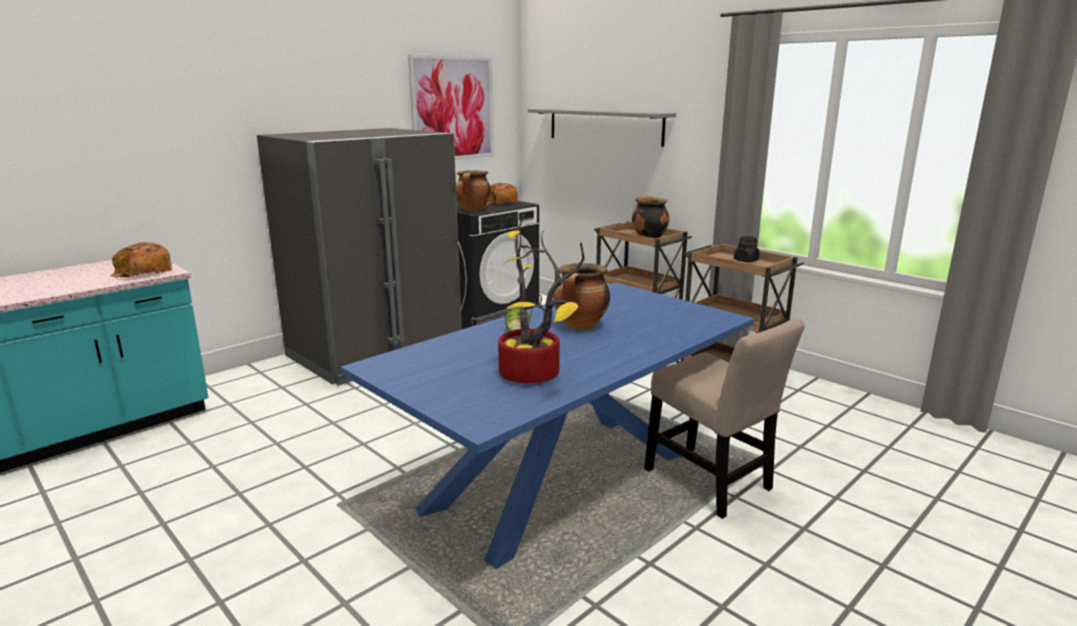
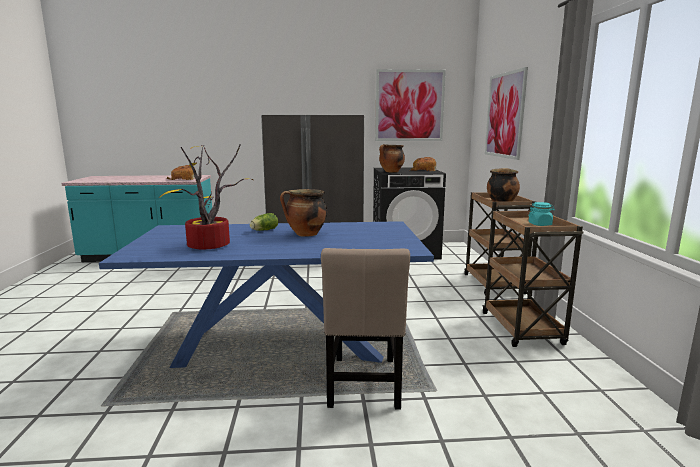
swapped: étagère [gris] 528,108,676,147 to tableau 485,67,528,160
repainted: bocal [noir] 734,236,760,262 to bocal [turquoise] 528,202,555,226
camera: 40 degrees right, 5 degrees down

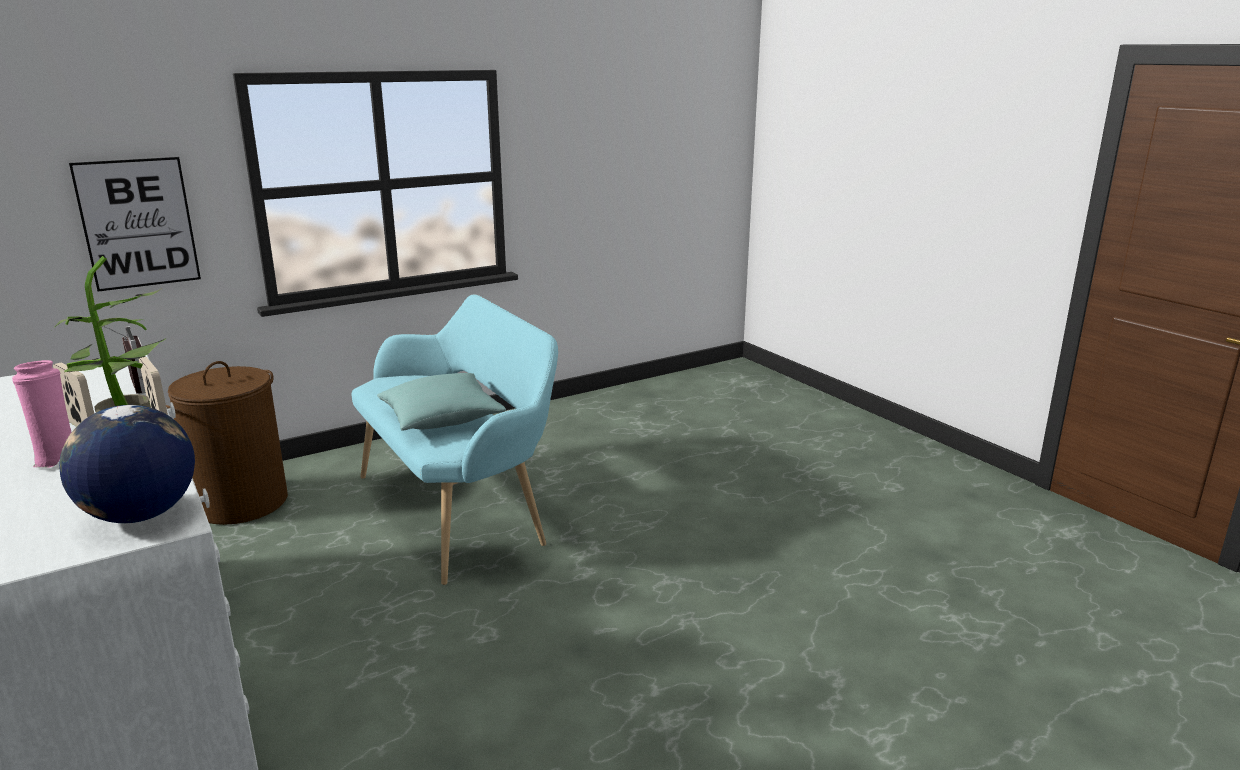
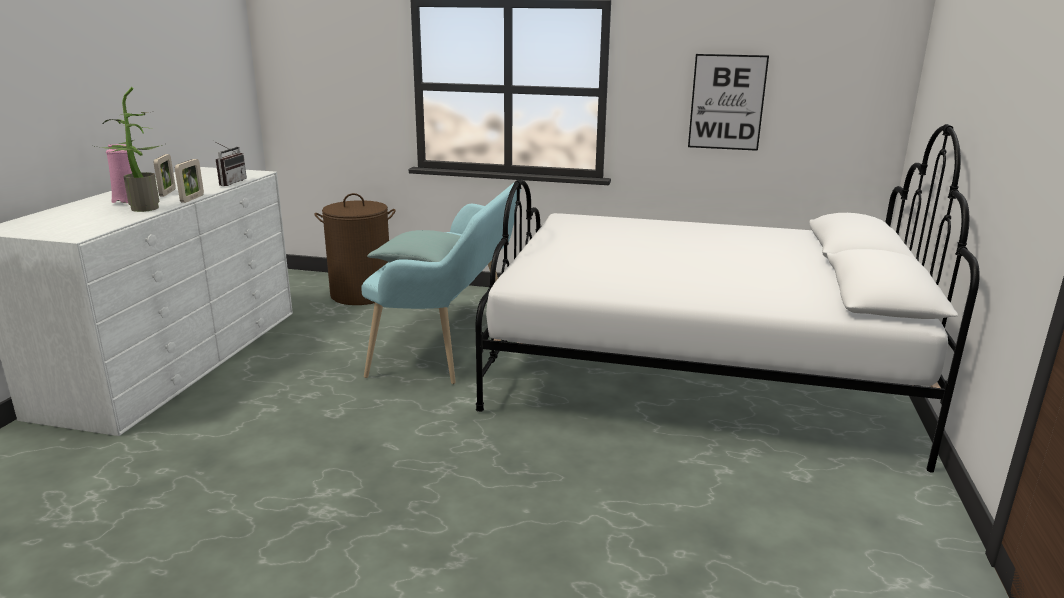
gone: globe 59,405,195,523
new: lit [blanc] 476,124,980,473
shifted: tableau 69,157,201,291 to 688,54,769,151
camera: 45 degrees right, 0 degrees up

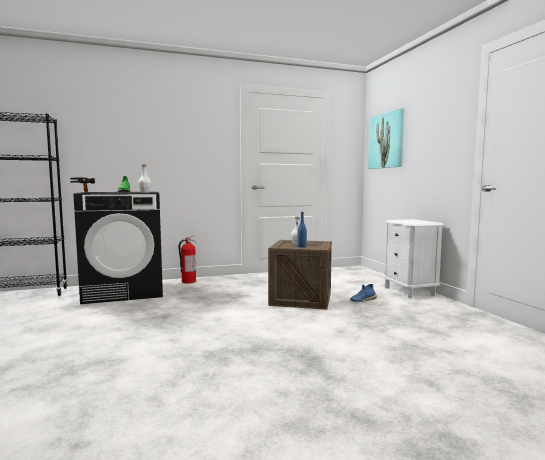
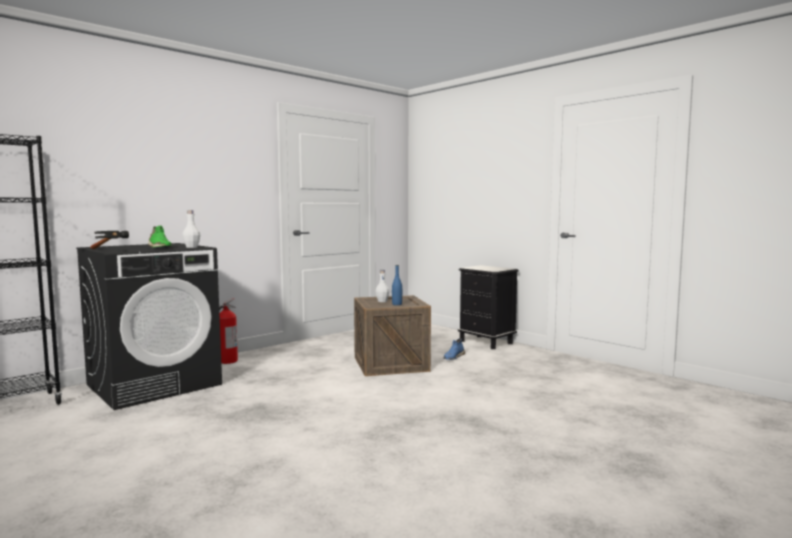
gone: tableau 368,108,404,169
repainted: table de chevet [blanc] 383,219,444,298 to table de chevet [noir] 458,265,519,349
camera: 25 degrees left, 0 degrees up

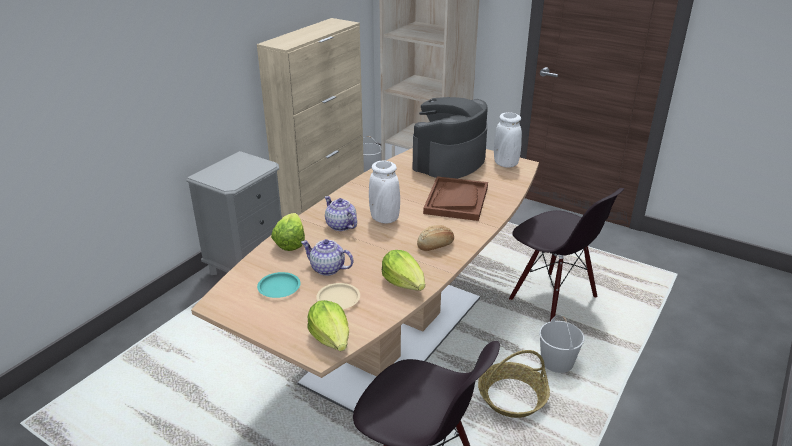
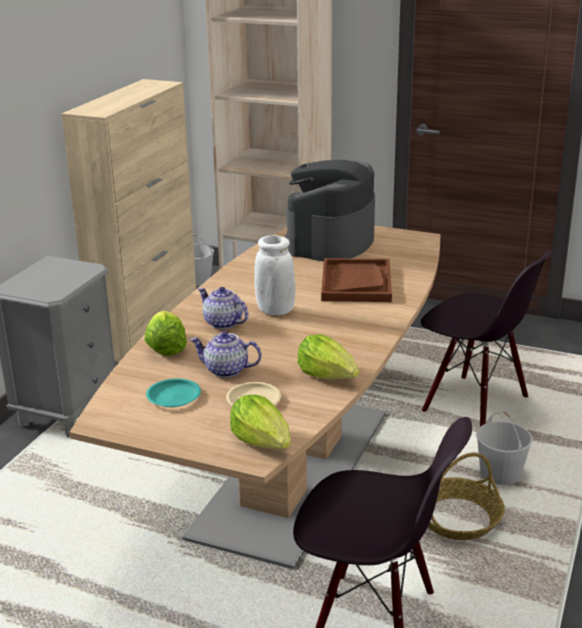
gone: pain 417,225,454,251; vase [blanc] 494,112,522,168
camera: 10 degrees left, 5 degrees down

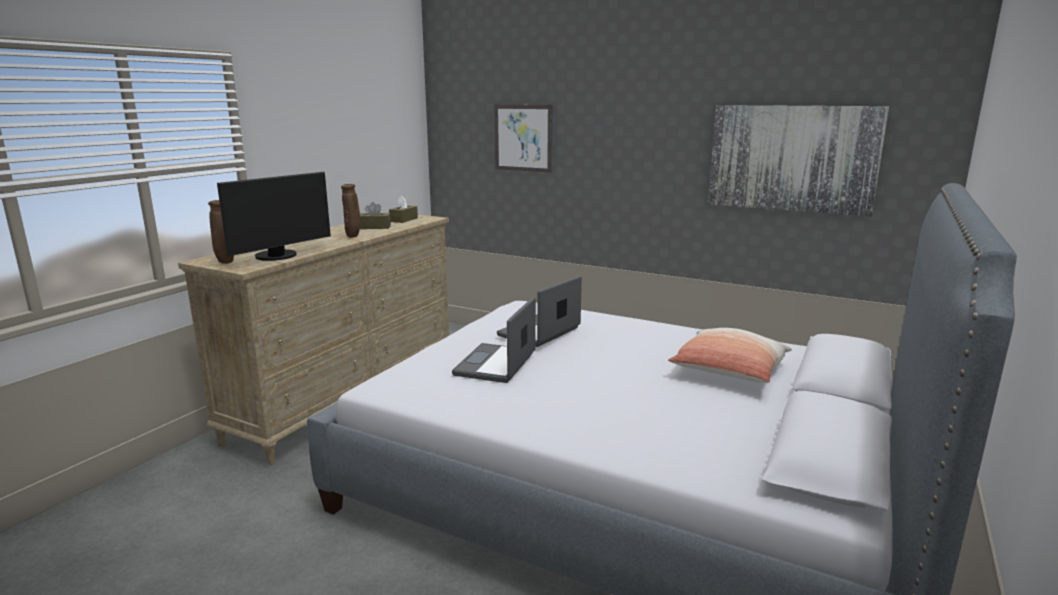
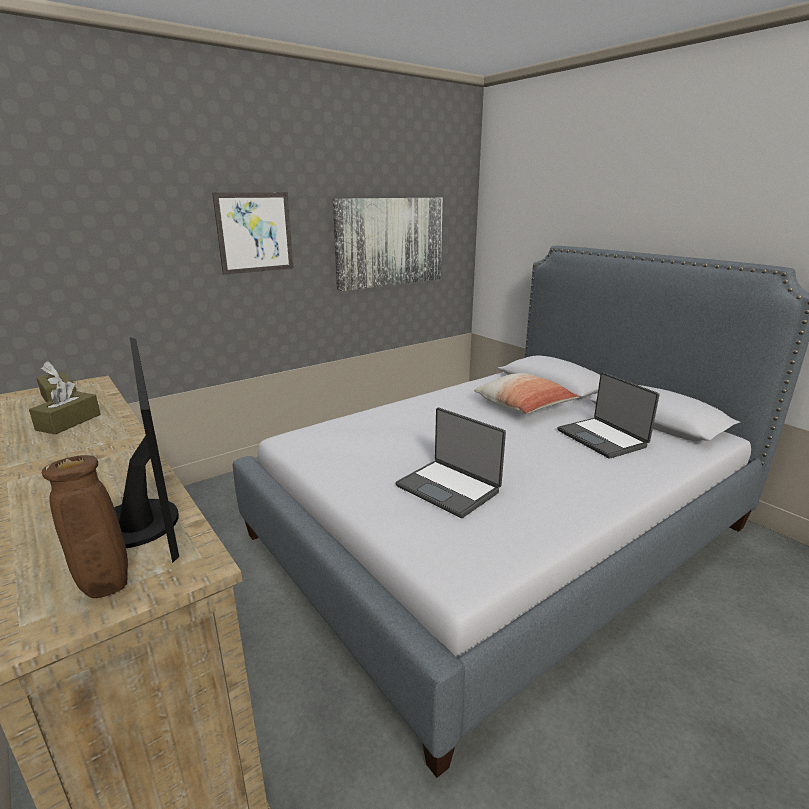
gone: vase [marron] 341,184,360,238
shifted: tableau 494,104,553,172 to 212,192,294,275; ordinateur portable 497,276,582,347 to 558,372,659,459
camera: 65 degrees left, 5 degrees up

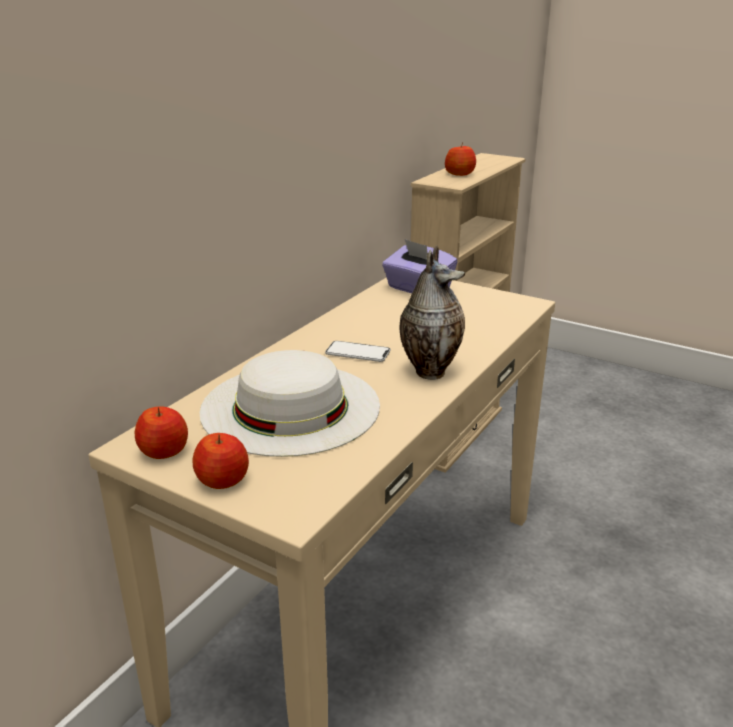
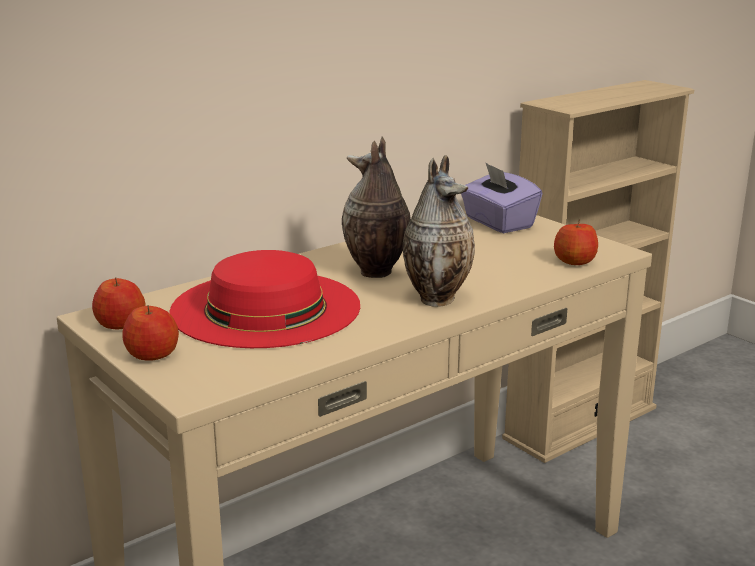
shifted: pomme 445,142,476,176 to 554,219,598,265
swapped: téléphone 325,341,391,362 to vase 342,136,410,278
repainted: chapeau [blanc] 200,350,380,457 to chapeau [rouge] 170,250,360,348
camera: 20 degrees right, 5 degrees down

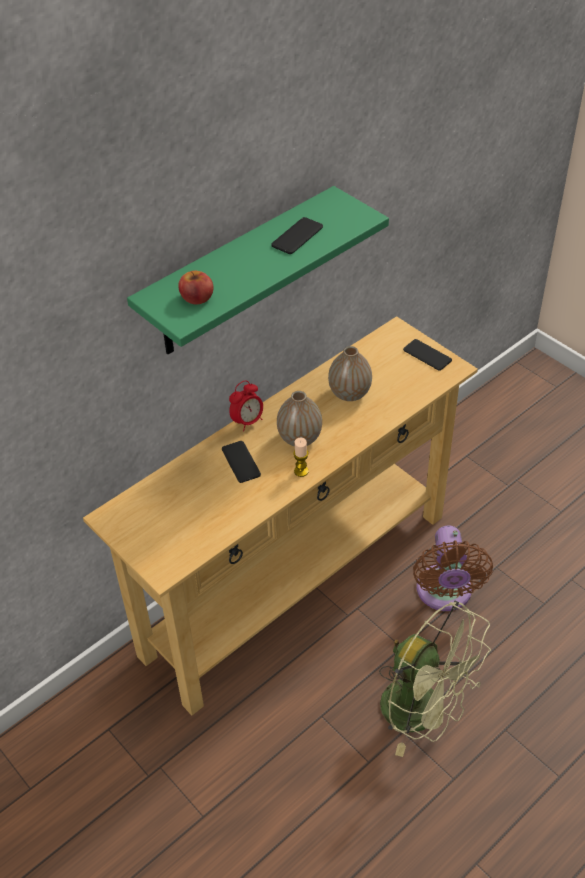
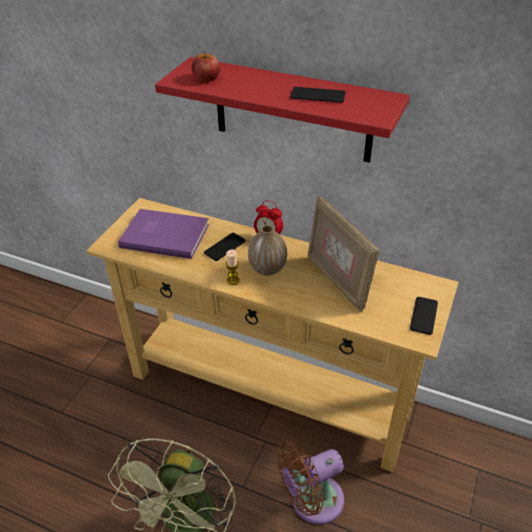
new: livre [violet] 118,209,209,259
swapped: vase 328,346,372,401 to cadre photo 308,196,379,312
repainted: étagère [vert] 127,186,389,354 to étagère [rouge] 155,57,410,163
camera: 65 degrees right, 5 degrees down

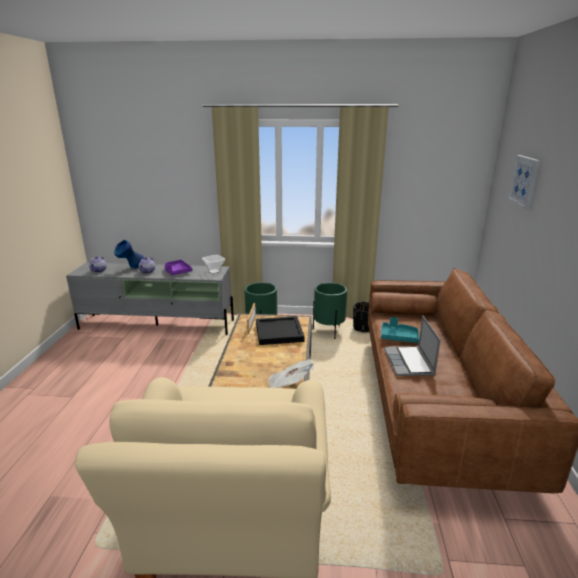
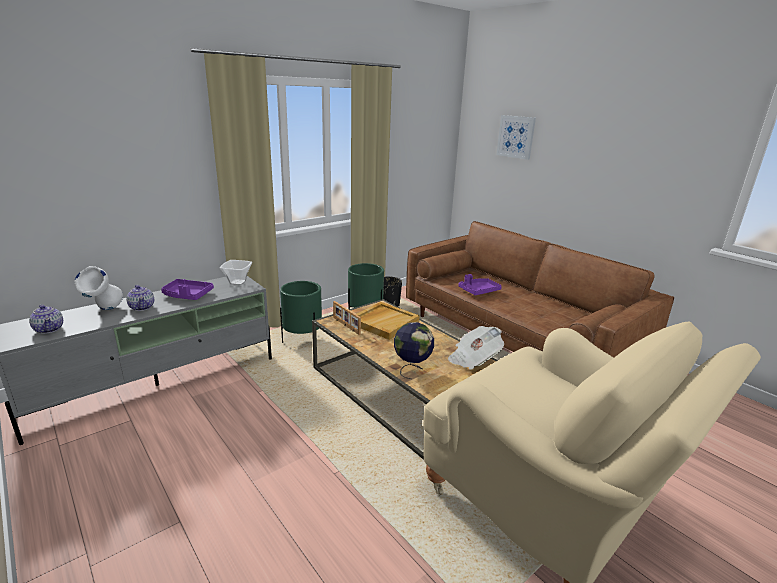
gone: ordinateur portable 384,315,441,376
new: globe 394,322,434,379
repainted: vase [bleu] 114,240,144,269 to vase [blanc] 75,266,123,310; plateau [noir] 256,316,305,345 to plateau [beige] 356,302,420,340; plateau [turquoise] 381,317,419,343 to plateau [violet] 458,274,502,295
camera: 45 degrees left, 0 degrees up

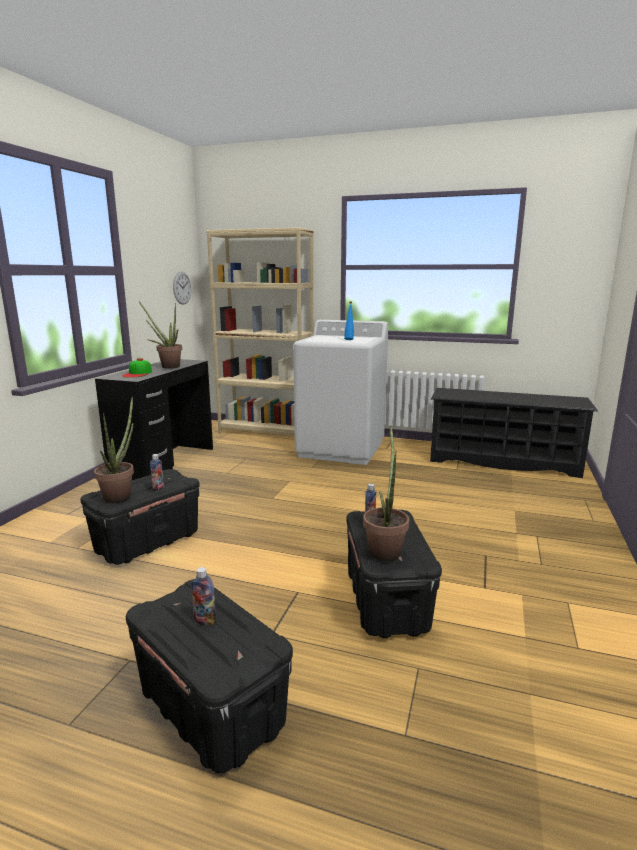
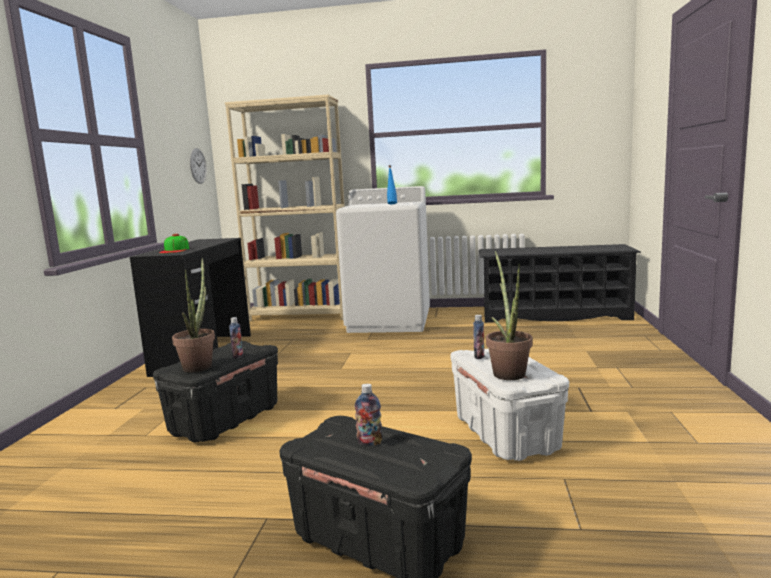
gone: plante en pot 139,302,182,369
repainted: boîte de rangement [noir] 346,510,442,638 to boîte de rangement [blanc] 450,348,569,461
camera: 10 degrees left, 5 degrees down

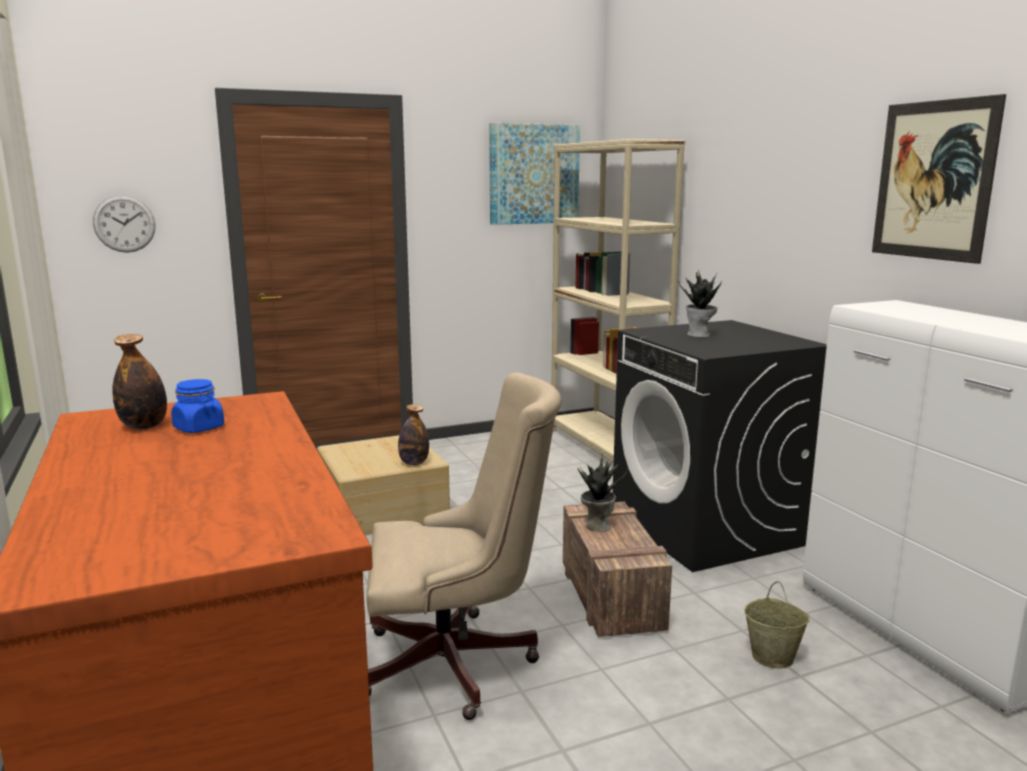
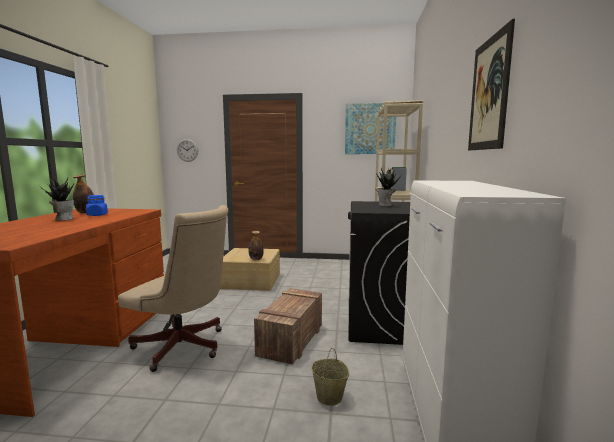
shifted: plante en pot 578,453,627,532 to 40,177,74,221
camera: 30 degrees right, 5 degrees down

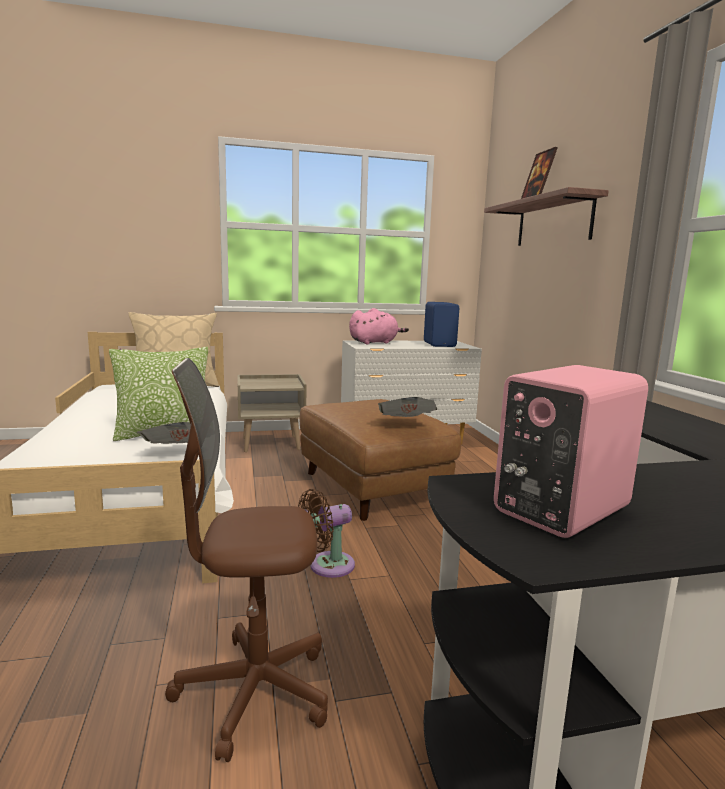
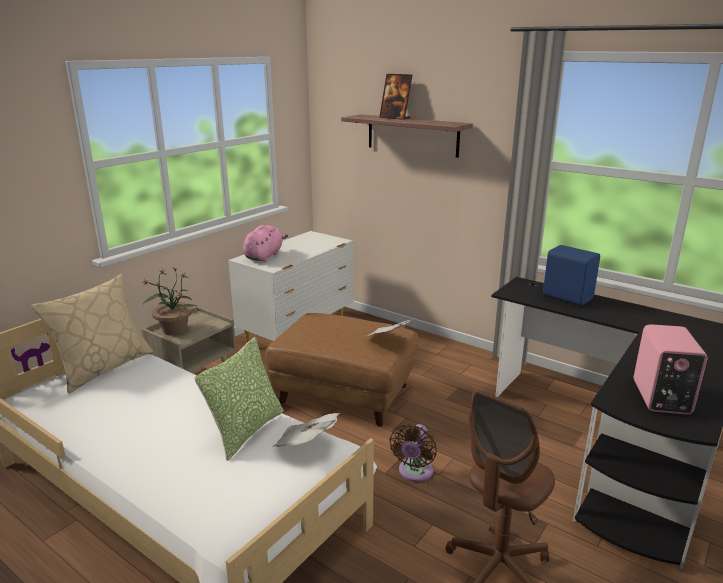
new: plante en pot 143,267,196,336
shifted: enceinte [bleu] 424,302,459,347 to 543,245,600,306
camera: 40 degrees left, 10 degrees up

